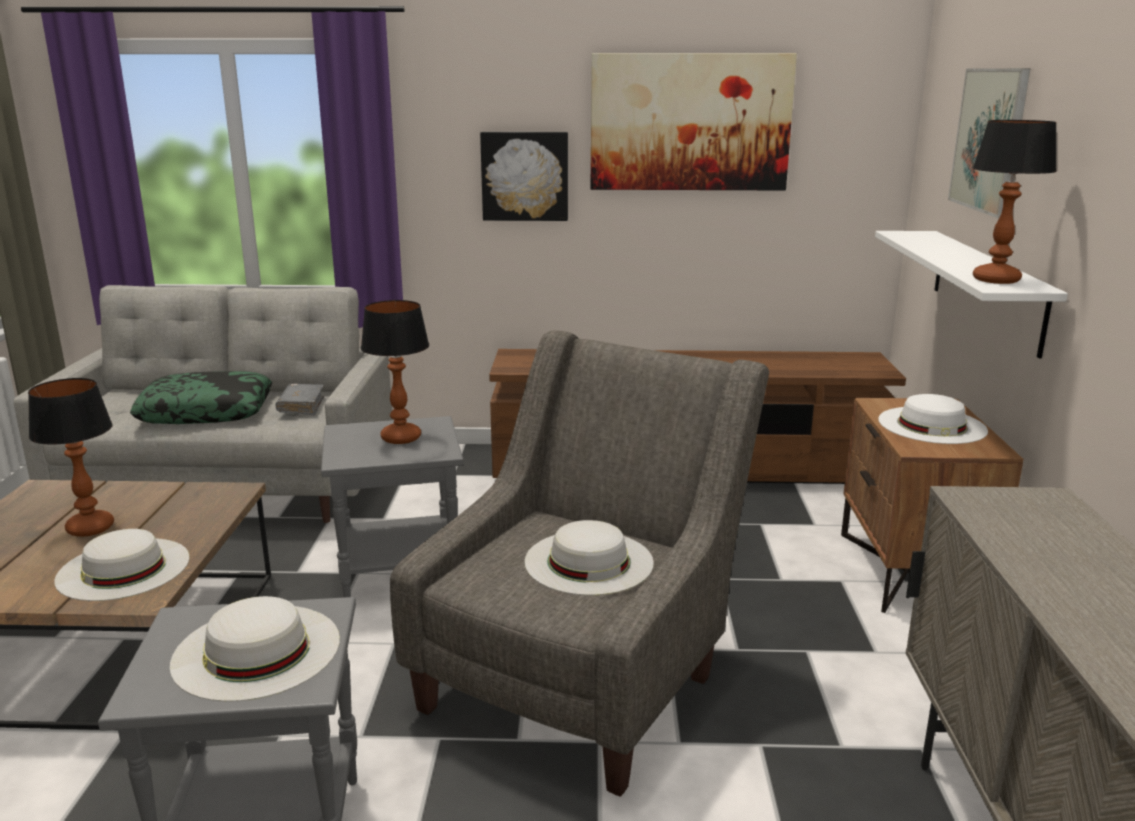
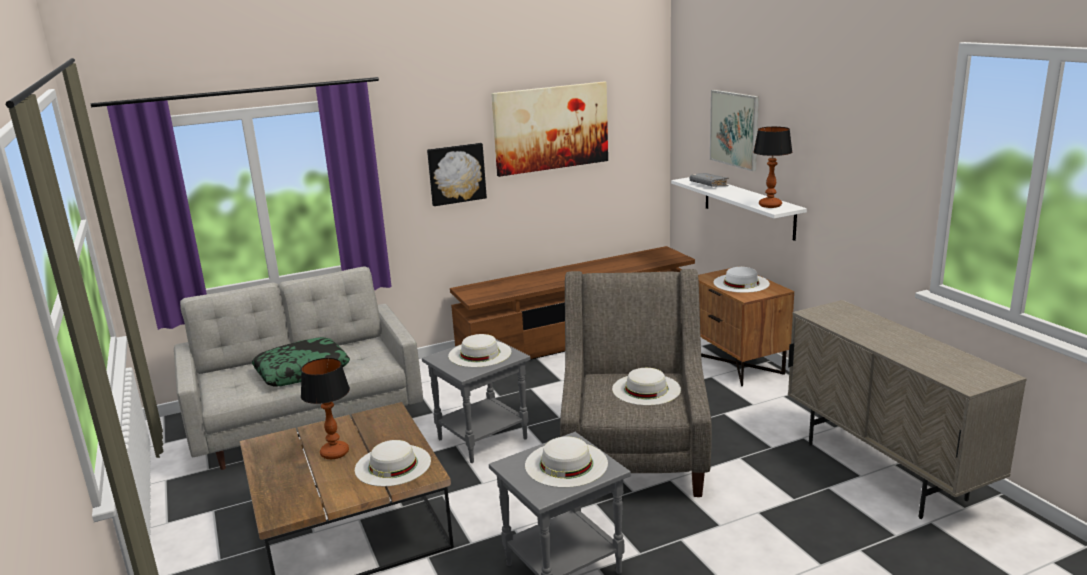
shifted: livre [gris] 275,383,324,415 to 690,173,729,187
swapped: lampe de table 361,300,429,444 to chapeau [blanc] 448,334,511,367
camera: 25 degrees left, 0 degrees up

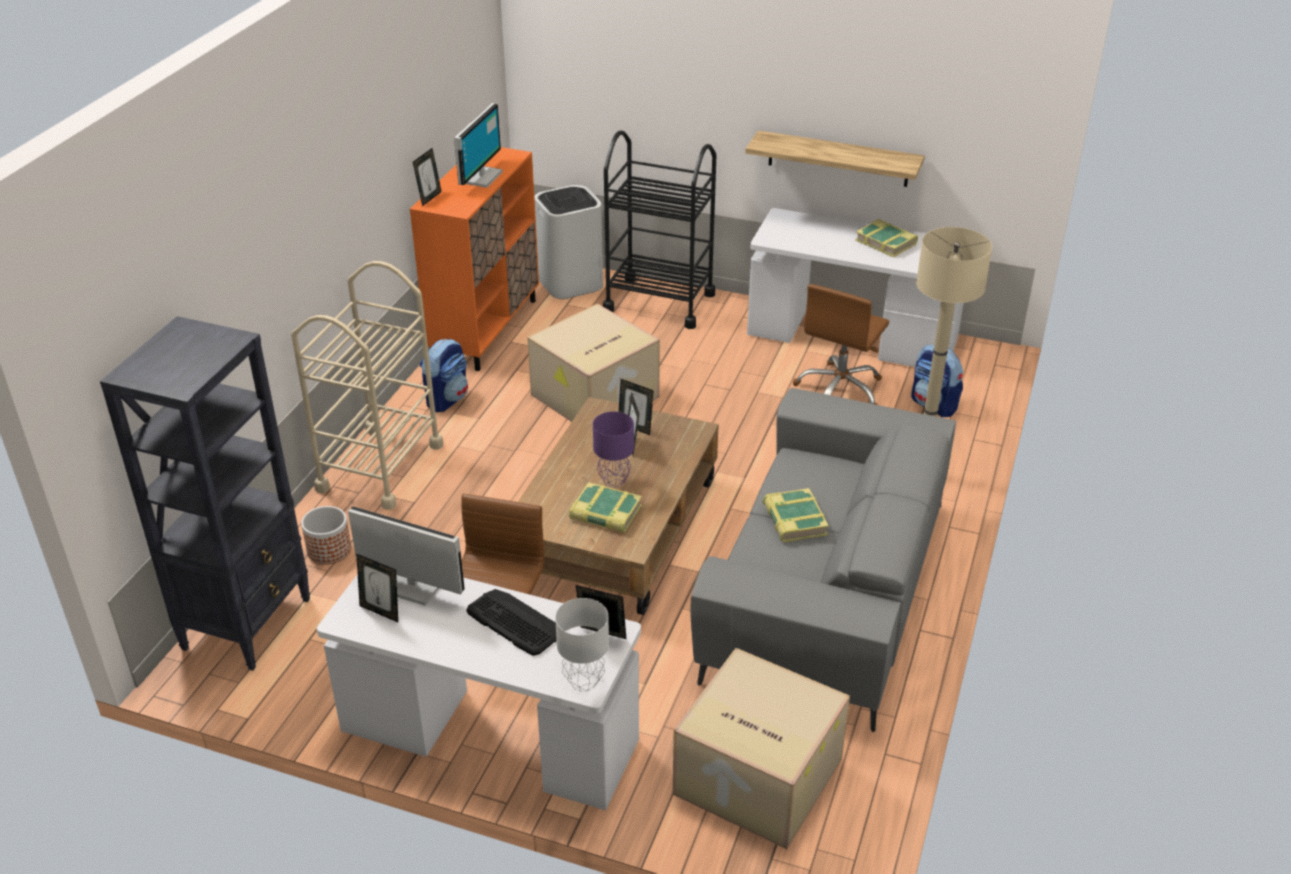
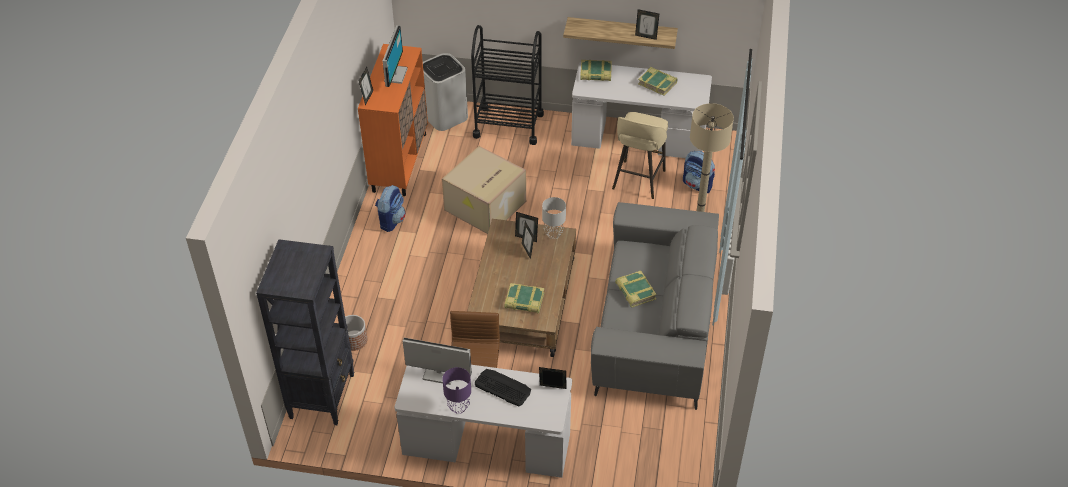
gone: chariot [beige] 291,261,443,510; carton 673,648,850,849
new: livre 580,60,612,81
shifted: cadre photo 356,553,398,622 to 635,9,659,40; lampe de table [gris] 555,598,609,691 to 542,197,566,239; lampe de table [violet] 593,411,634,487 to 442,367,471,414
swapped: chaise de bureau [marron] 793,284,889,405 to tabouret [beige] 612,112,668,199
camera: 10 degrees left, 10 degrees up

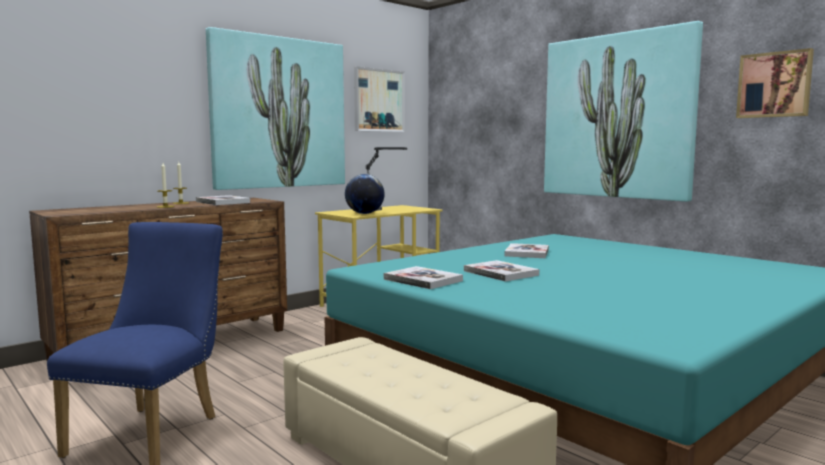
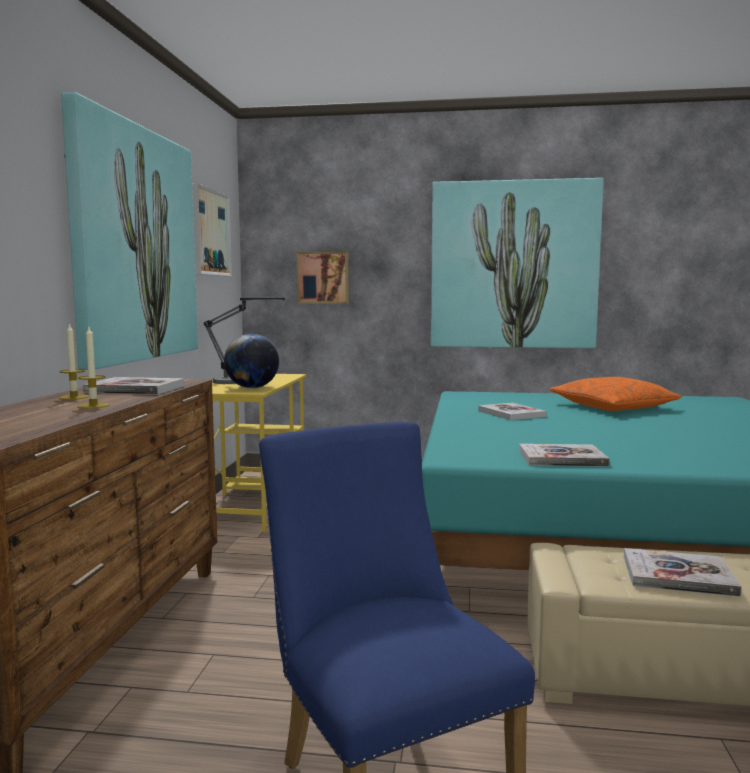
new: coussin [orange] 550,377,682,411
shifted: livre 464,260,539,282 to 624,548,742,597; tableau 736,48,814,118 to 297,251,349,304
camera: 40 degrees left, 0 degrees up

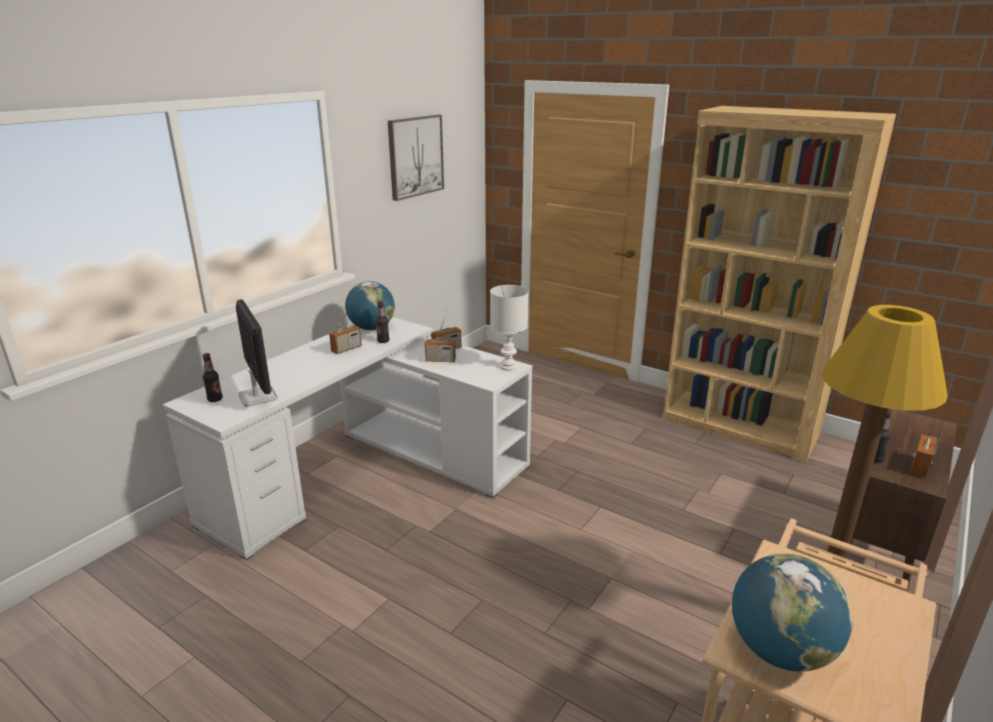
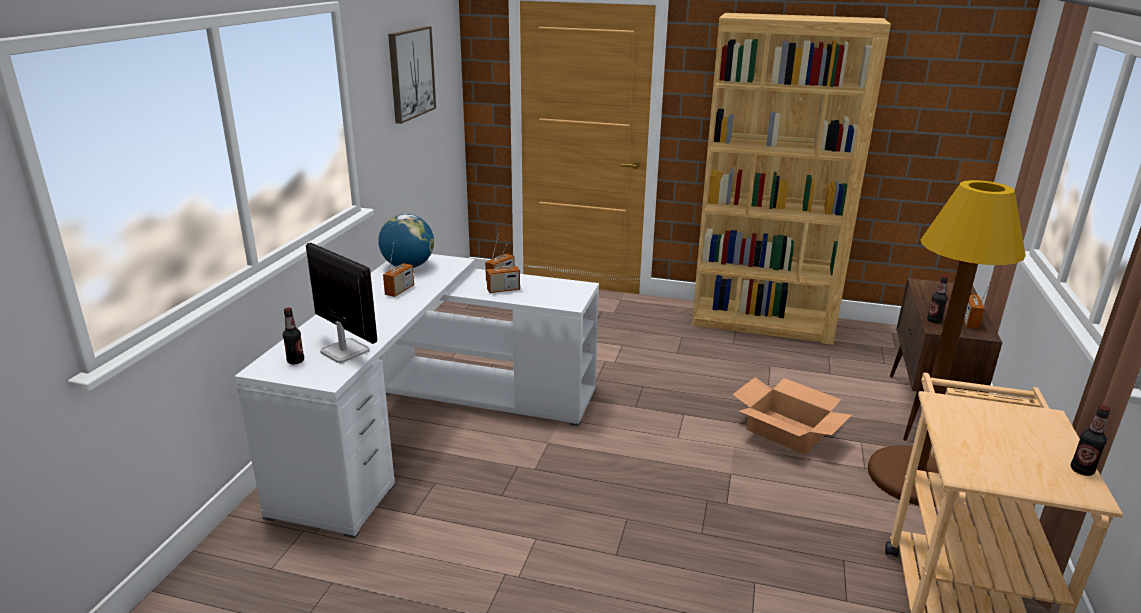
gone: lampe de table [blanc] 490,285,529,371; globe 732,553,852,672
new: carton 732,377,852,455
shifted: bouteille 376,301,389,343 to 1071,405,1110,476
camera: 20 degrees left, 0 degrees up

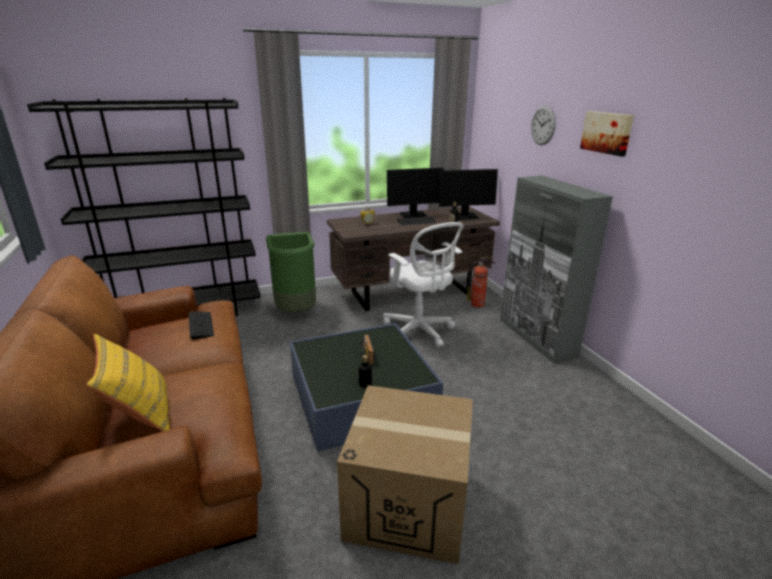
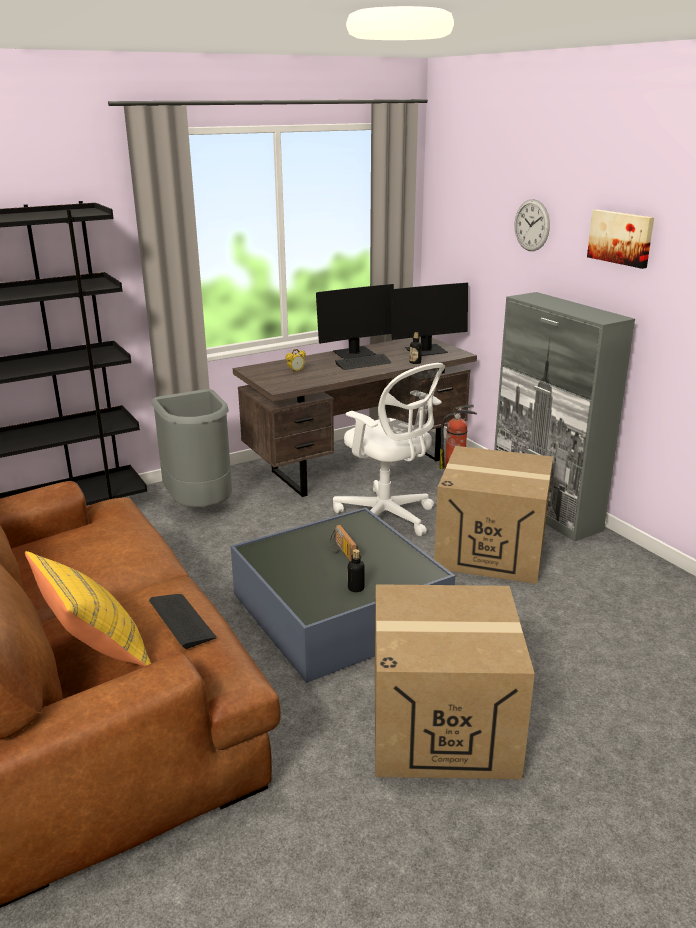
new: carton 434,446,553,584
shifted: clavier 189,311,214,340 to 149,594,216,649
repainted: poubelle [vert] 266,232,316,312 to poubelle [gris] 151,389,232,508
camera: 10 degrees left, 0 degrees up

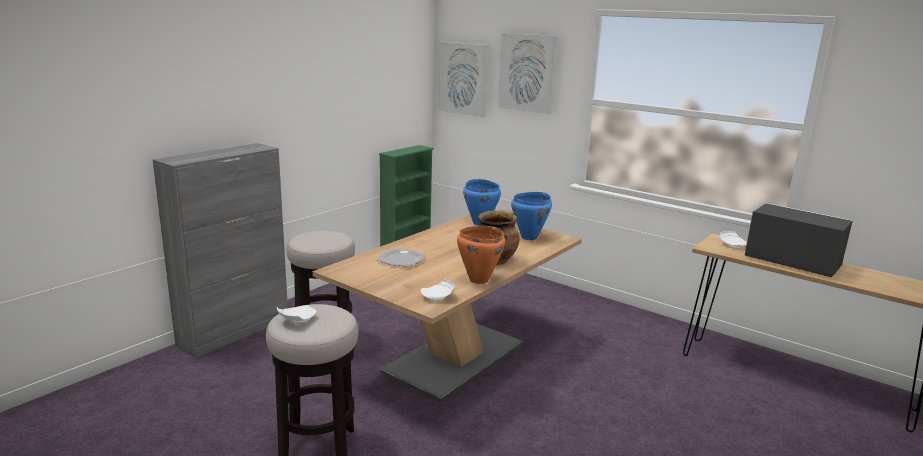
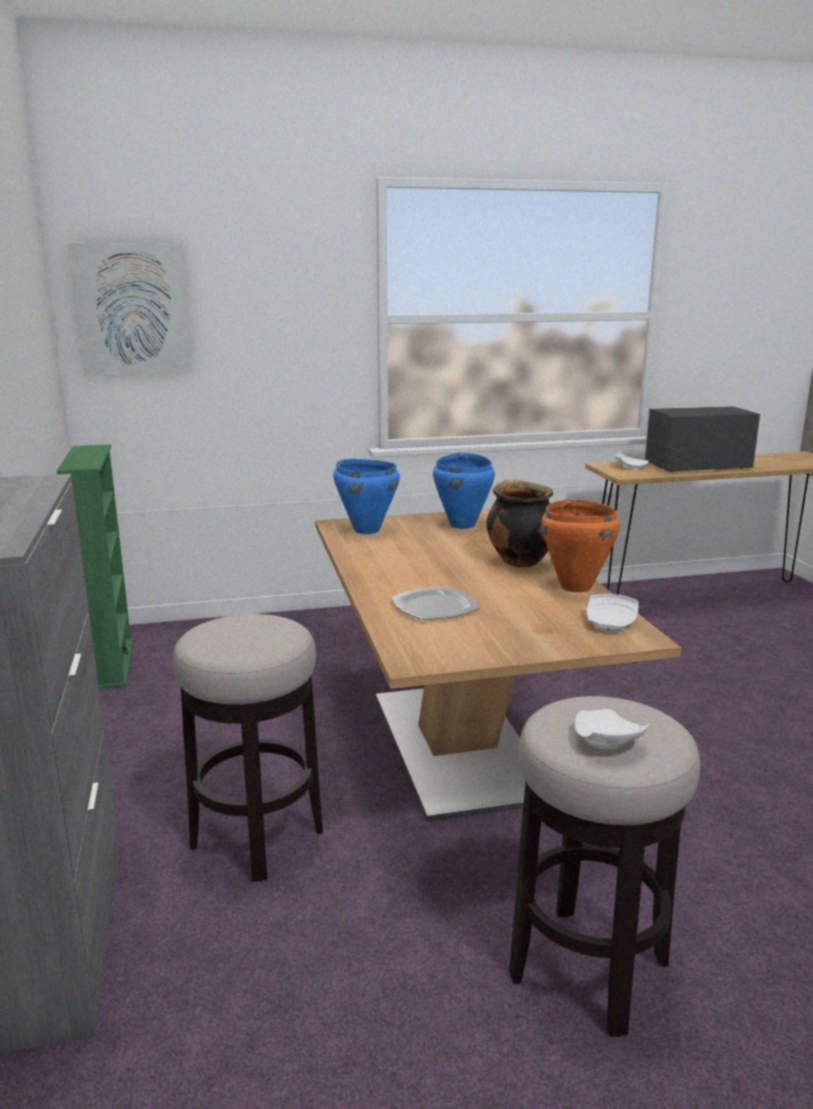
gone: tableau 498,33,558,114
camera: 50 degrees left, 0 degrees up

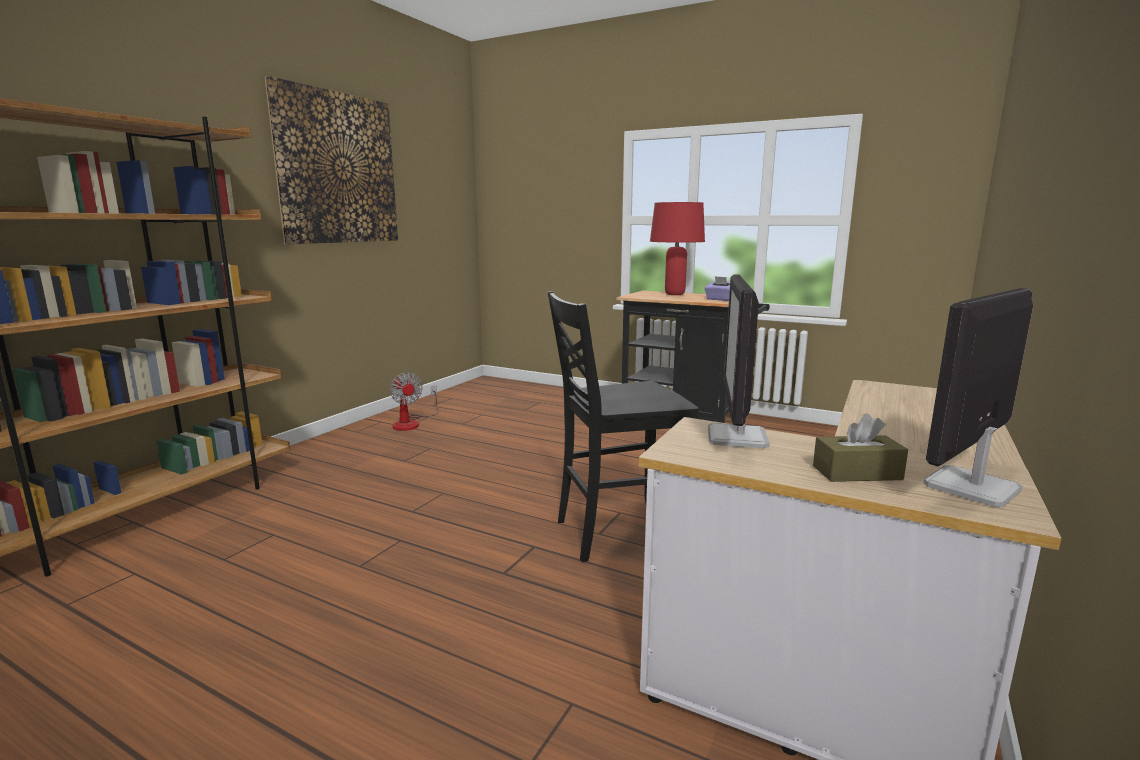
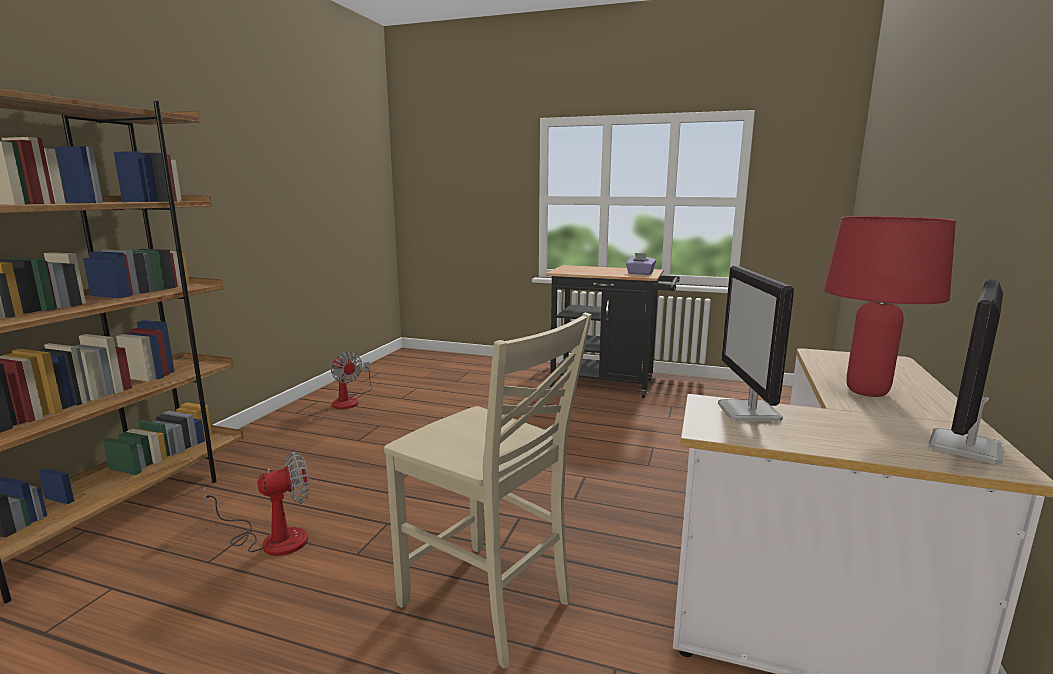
gone: tableau 265,76,398,244; chaise [noir] 548,291,699,562; boîte à mouchoirs [marron] 813,413,908,482
new: ventilateur 204,451,310,556; chaise [beige] 384,313,592,669
shifted: lampe de table [rouge] 650,202,705,295 to 823,216,956,397
camera: 10 degrees left, 0 degrees up

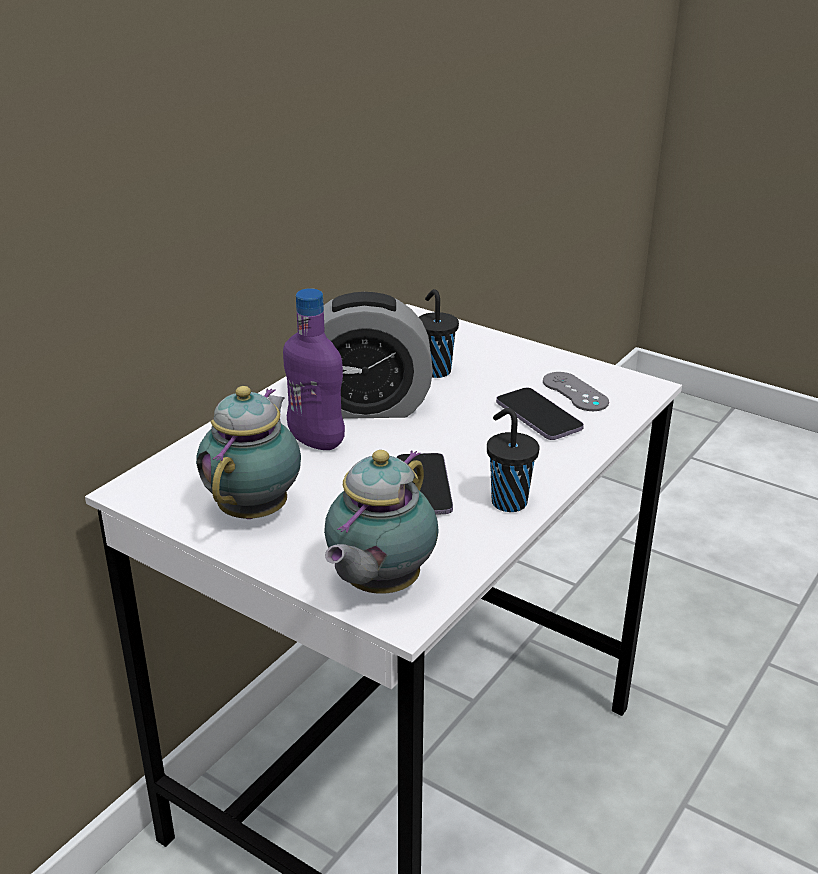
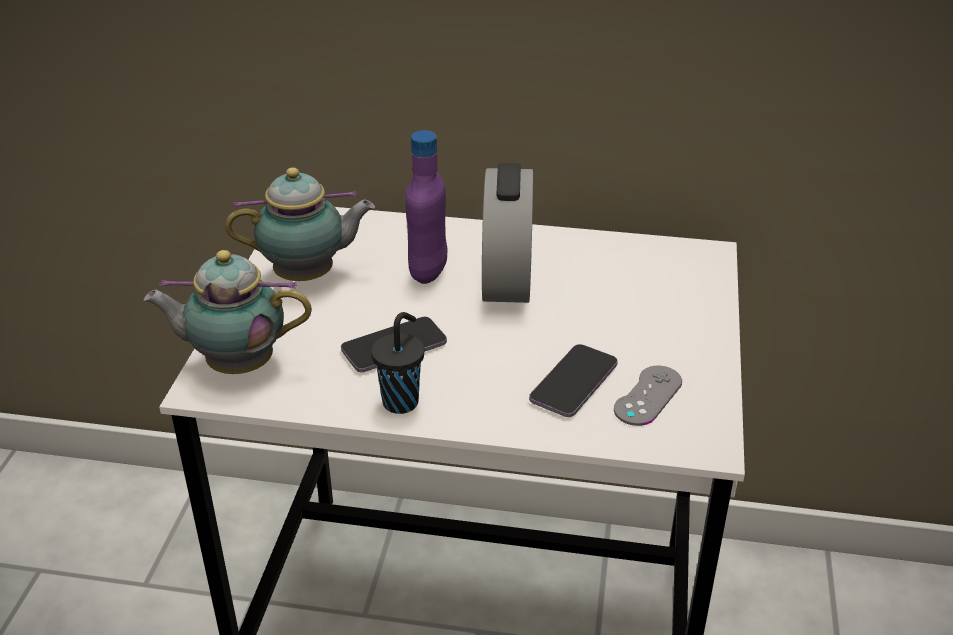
gone: tasse [noir] 419,289,459,378
rotated: réveil 324,292,433,419 = 482,163,533,303 150 degrees counterclockwise
camera: 65 degrees right, 5 degrees up

